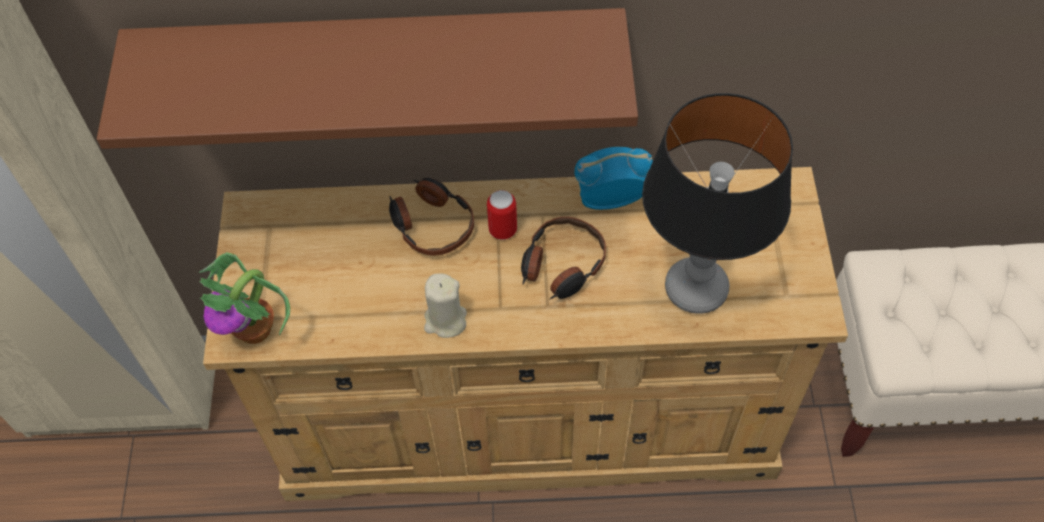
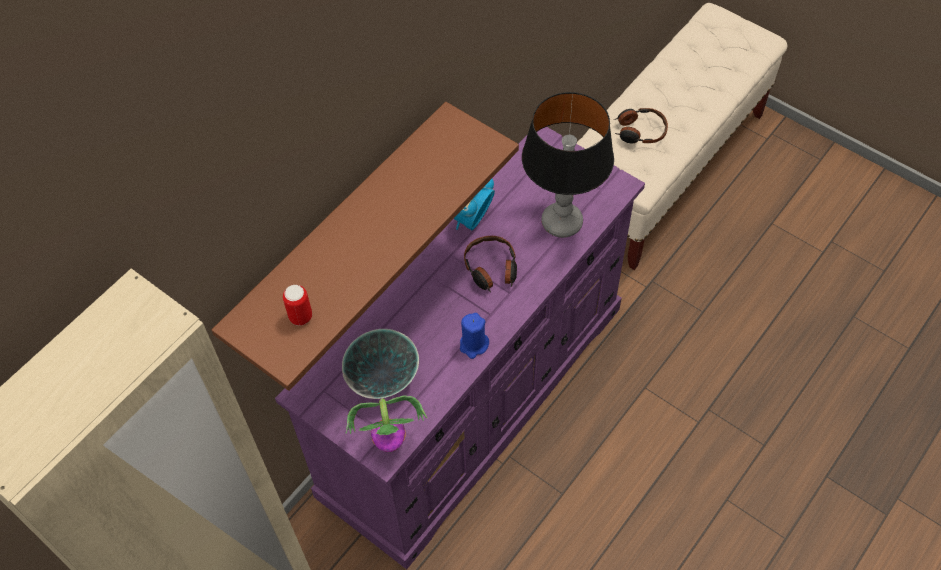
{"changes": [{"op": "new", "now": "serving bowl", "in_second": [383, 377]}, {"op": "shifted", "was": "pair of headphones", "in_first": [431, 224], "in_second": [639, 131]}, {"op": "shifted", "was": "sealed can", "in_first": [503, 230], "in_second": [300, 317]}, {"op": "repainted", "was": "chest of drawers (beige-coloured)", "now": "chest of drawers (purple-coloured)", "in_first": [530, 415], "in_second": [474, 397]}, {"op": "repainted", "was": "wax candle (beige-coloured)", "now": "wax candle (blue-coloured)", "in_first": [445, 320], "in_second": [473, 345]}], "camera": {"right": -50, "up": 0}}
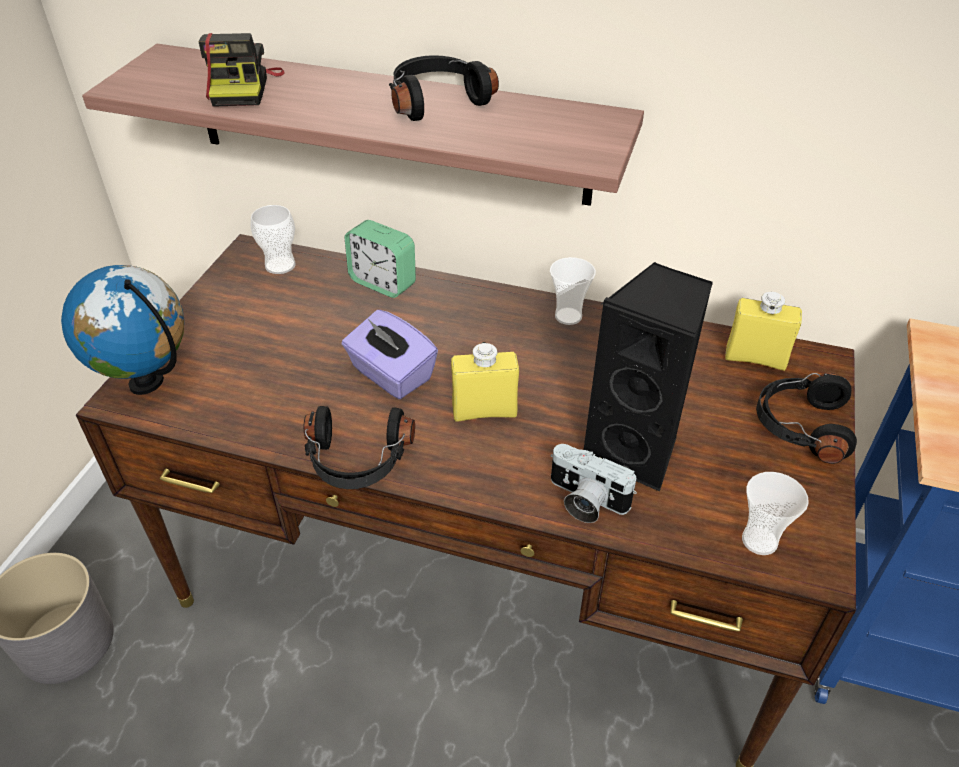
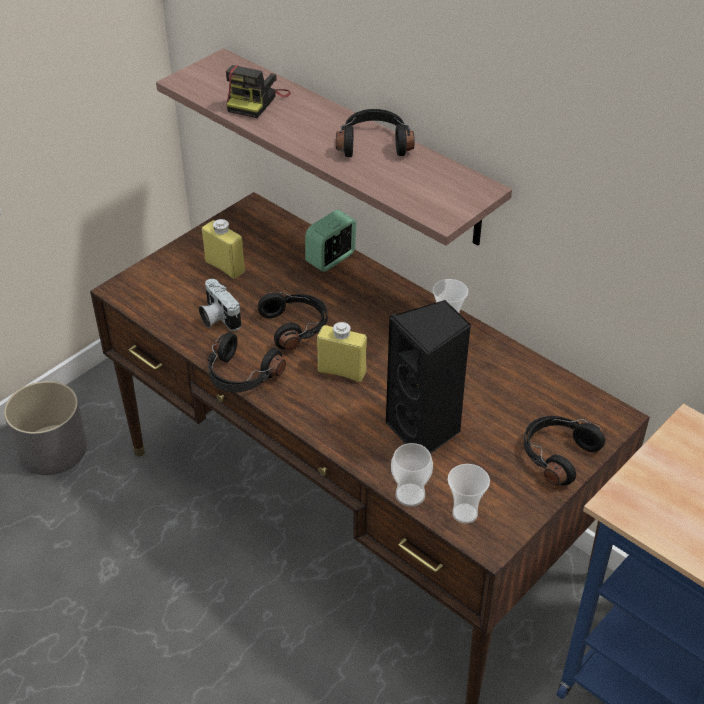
{"changes": [{"op": "gone", "was": "world globe", "in_first": [147, 382]}, {"op": "shifted", "was": "small cup", "in_first": [280, 265], "in_second": [410, 495]}, {"op": "shifted", "was": "photo camera", "in_first": [584, 501], "in_second": [217, 317]}, {"op": "shifted", "was": "drink bottle (yellow)", "in_first": [755, 358], "in_second": [225, 267]}, {"op": "swapped", "was": "box of tissues (purple-coloured)", "now": "pair of headphones (black)", "in_first": [391, 375], "in_second": [296, 327]}, {"op": "rotated", "was": "alarm clock", "in_first": [383, 283], "in_second": [331, 259], "clockwise": 75}], "camera": {"right": 25, "up": 0}}
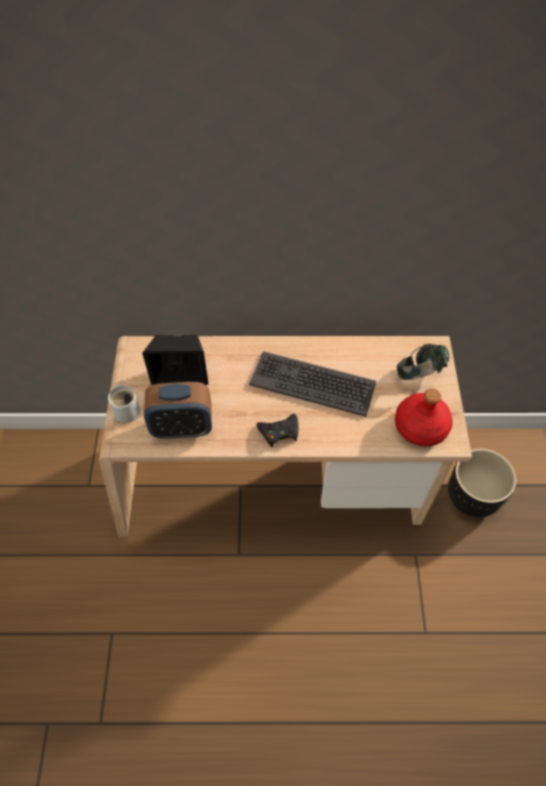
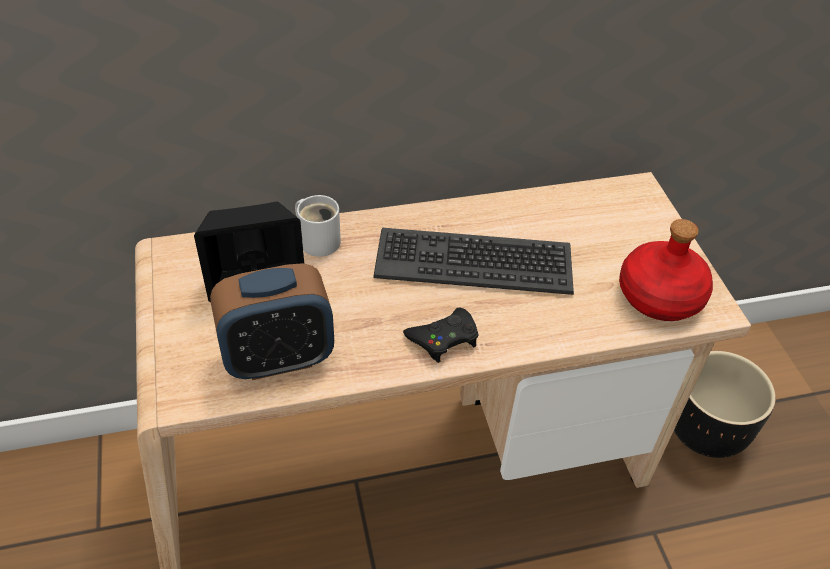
{"changes": [{"op": "gone", "was": "pair of headphones", "in_first": [419, 374]}, {"op": "shifted", "was": "coffee mug (whitish)", "in_first": [126, 409], "in_second": [318, 239]}], "camera": {"right": -15, "up": -10}}
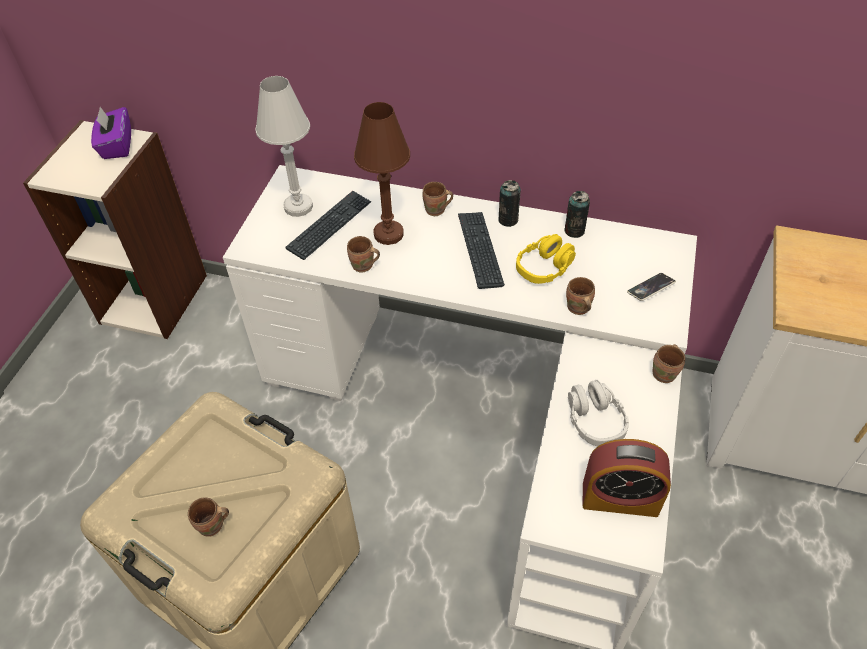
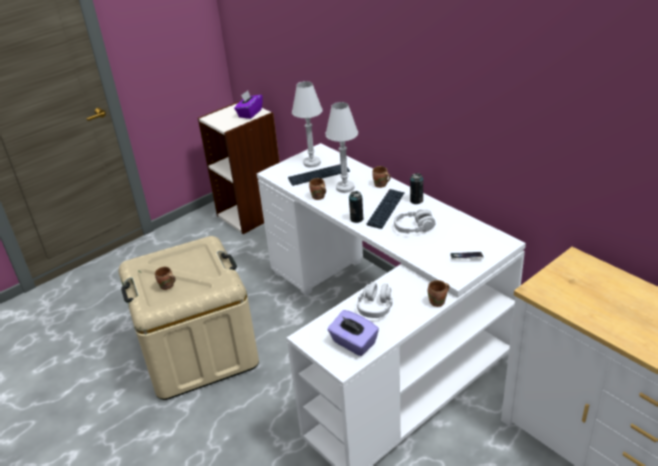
{"changes": [{"op": "gone", "was": "coffee mug (brown)", "in_first": [577, 309]}, {"op": "shifted", "was": "sealed can", "in_first": [574, 231], "in_second": [356, 219]}, {"op": "swapped", "was": "alarm clock", "now": "box of tissues (purple-coloured)", "in_first": [620, 498], "in_second": [353, 343]}, {"op": "repainted", "was": "tabletop lamp (brown)", "now": "tabletop lamp (whitish)", "in_first": [388, 234], "in_second": [345, 188]}, {"op": "repainted", "was": "pair of headphones (yellow)", "now": "pair of headphones (greyish)", "in_first": [544, 267], "in_second": [414, 228]}], "camera": {"right": 35, "up": -15}}
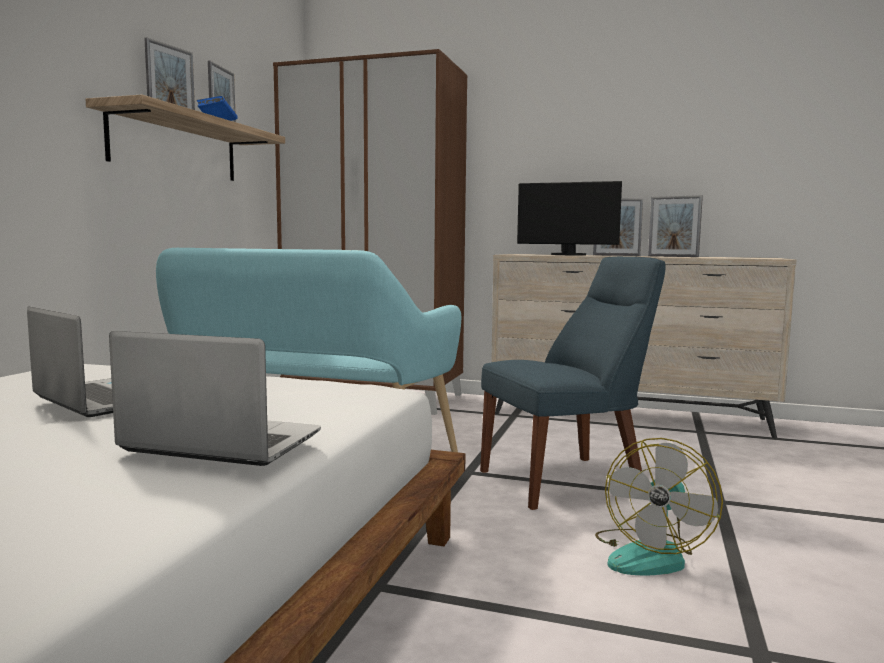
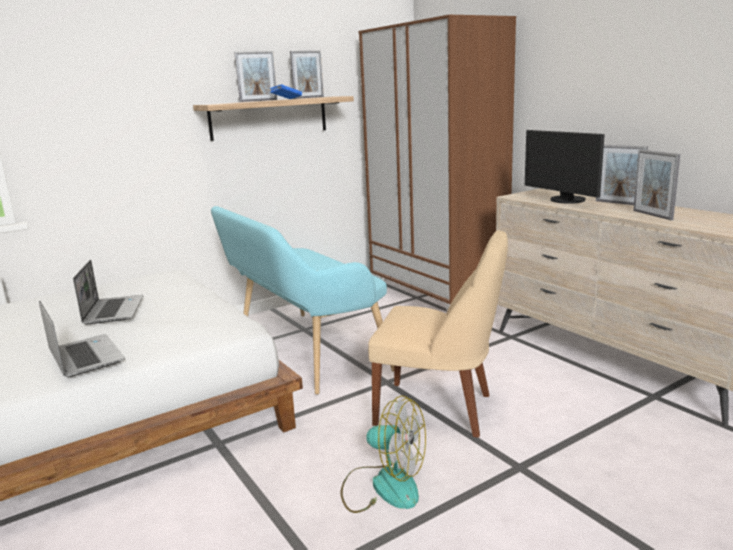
{"changes": [{"op": "repainted", "was": "upright chair (blue-coloured)", "now": "upright chair (beige-coloured)", "in_first": [567, 480], "in_second": [439, 410]}, {"op": "rotated", "was": "cooling fan", "in_first": [651, 554], "in_second": [383, 486], "clockwise": -135}], "camera": {"right": 40, "up": 10}}
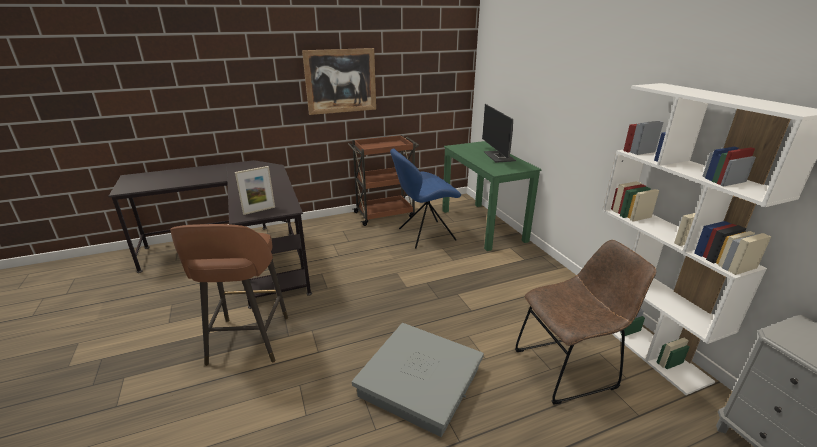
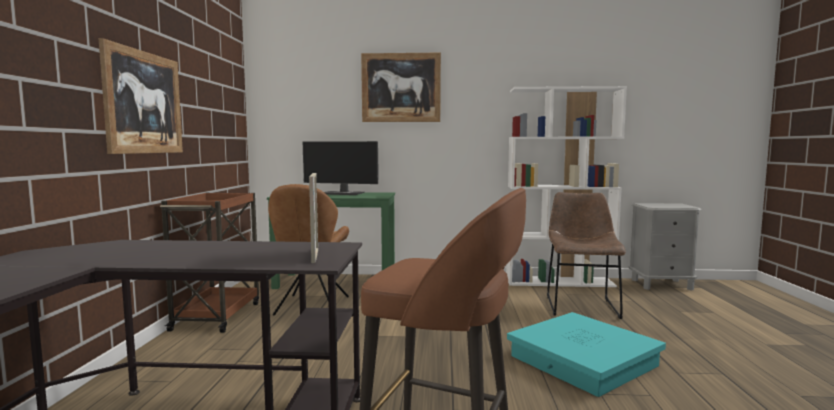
{"changes": [{"op": "new", "now": "wall picture", "in_second": [401, 88]}, {"op": "repainted", "was": "storage box (greyish)", "now": "storage box (blue-green)", "in_first": [419, 382], "in_second": [584, 361]}, {"op": "repainted", "was": "upright chair (blue-coloured)", "now": "upright chair (brown)", "in_first": [424, 235], "in_second": [311, 307]}], "camera": {"right": -65, "up": -20}}
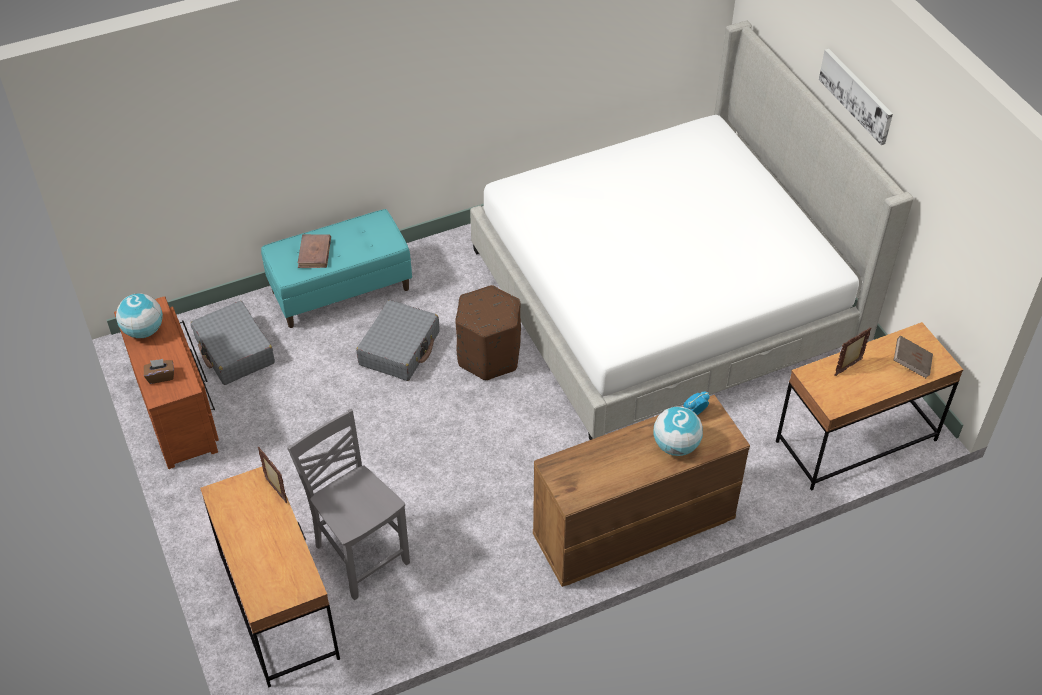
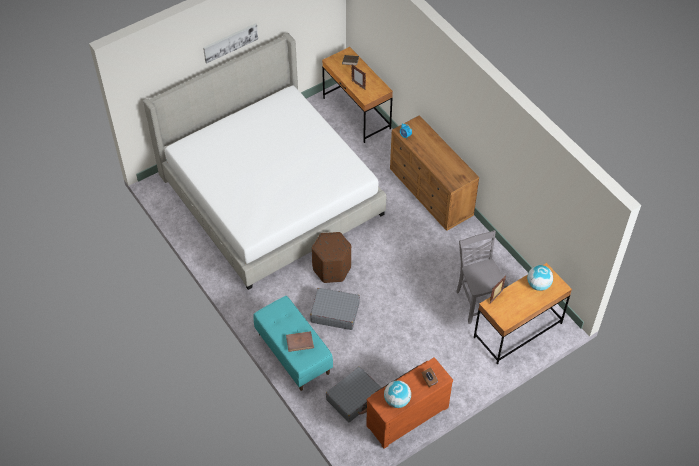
{"changes": [{"op": "shifted", "was": "world globe", "in_first": [676, 446], "in_second": [538, 285]}, {"op": "rotated", "was": "upright chair (greyish)", "in_first": [360, 554], "in_second": [477, 302], "clockwise": 120}], "camera": {"right": -100, "up": 5}}
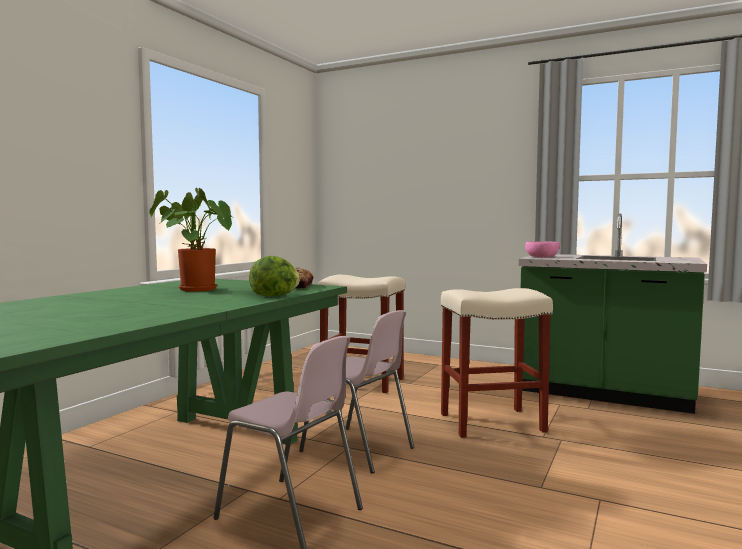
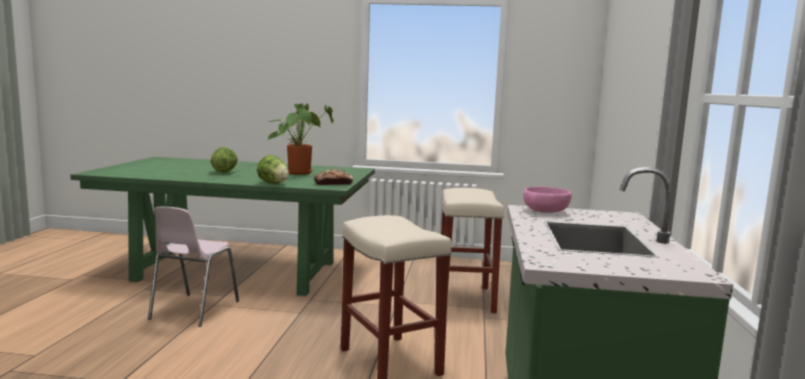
{"changes": [{"op": "gone", "was": "upright chair (pink)", "in_first": [358, 450]}, {"op": "new", "now": "lettuce head", "in_second": [224, 172]}], "camera": {"right": 70, "up": 5}}
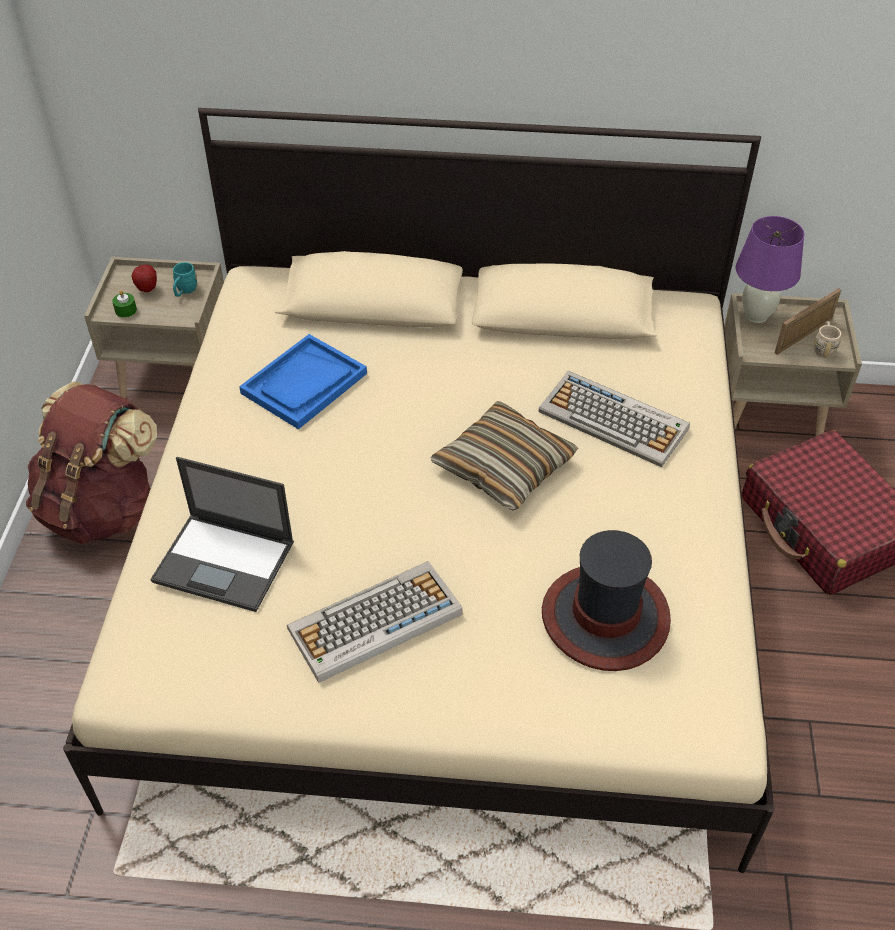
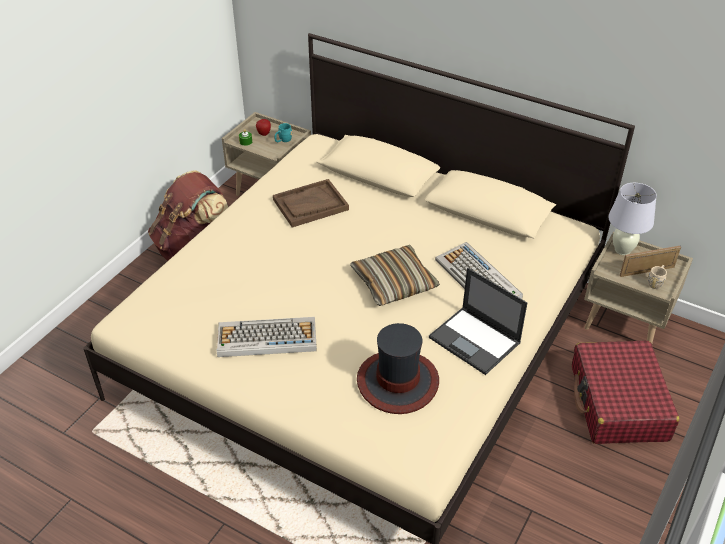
{"changes": [{"op": "shifted", "was": "laptop", "in_first": [225, 562], "in_second": [475, 341]}, {"op": "repainted", "was": "serving tray (blue-coloured)", "now": "serving tray (brown)", "in_first": [304, 384], "in_second": [310, 205]}, {"op": "repainted", "was": "tabletop lamp (purple-coloured)", "now": "tabletop lamp (whitish)", "in_first": [756, 315], "in_second": [622, 250]}], "camera": {"right": 25, "up": -5}}
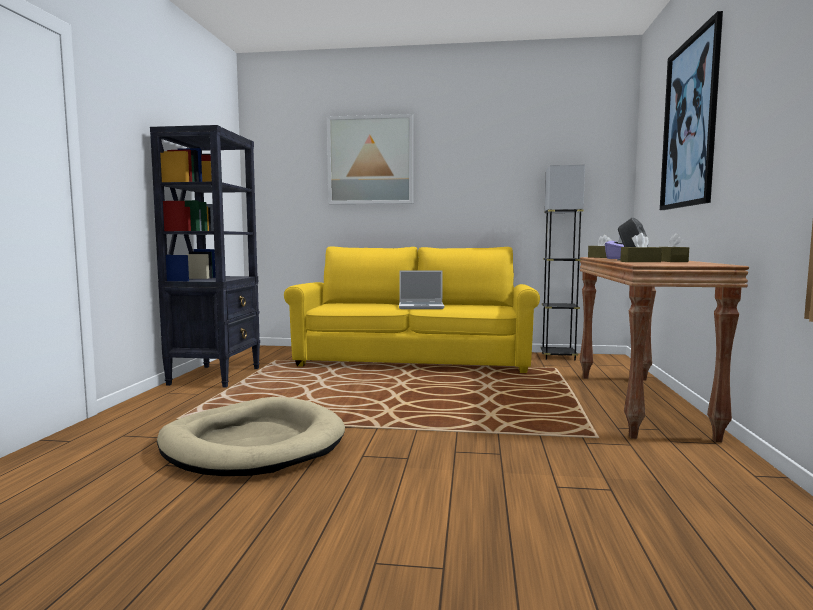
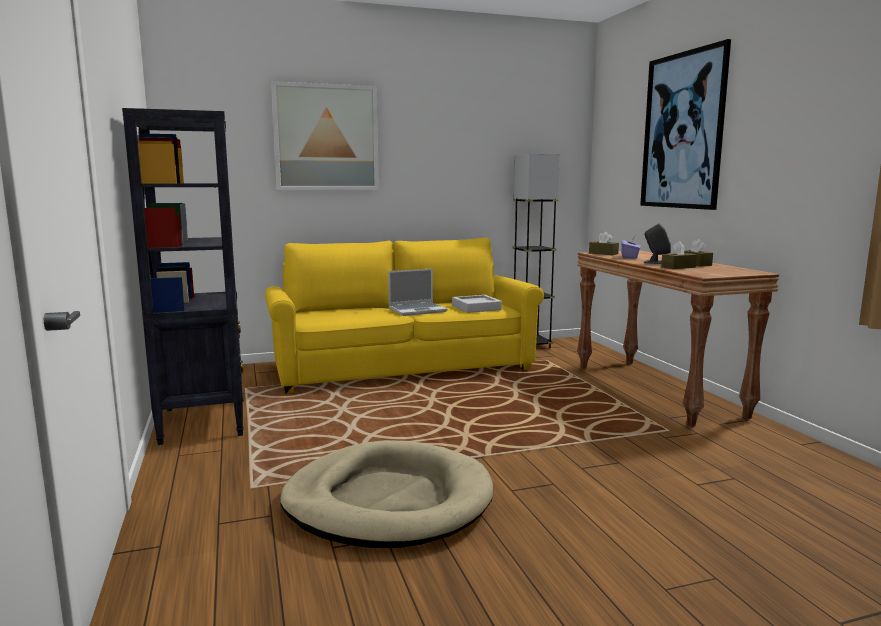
{"changes": [{"op": "new", "now": "serving tray (greyish)", "in_second": [476, 308]}], "camera": {"right": -25, "up": 5}}
